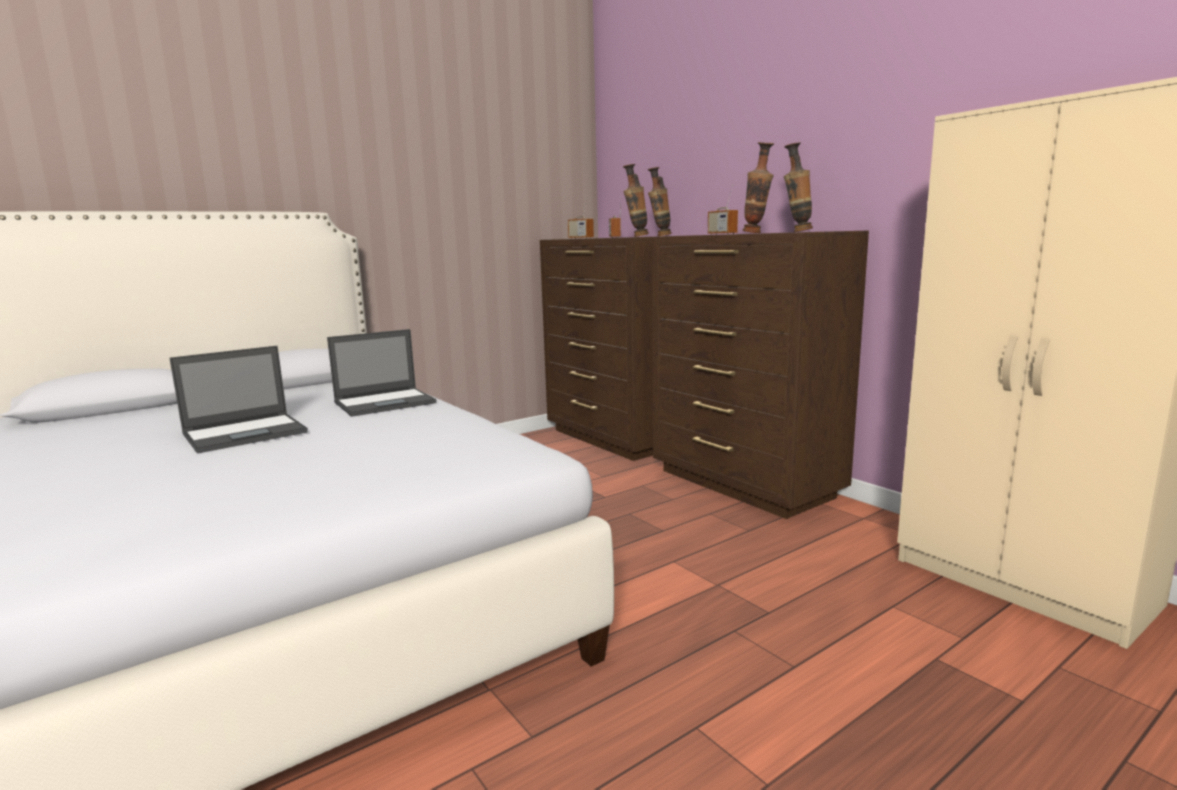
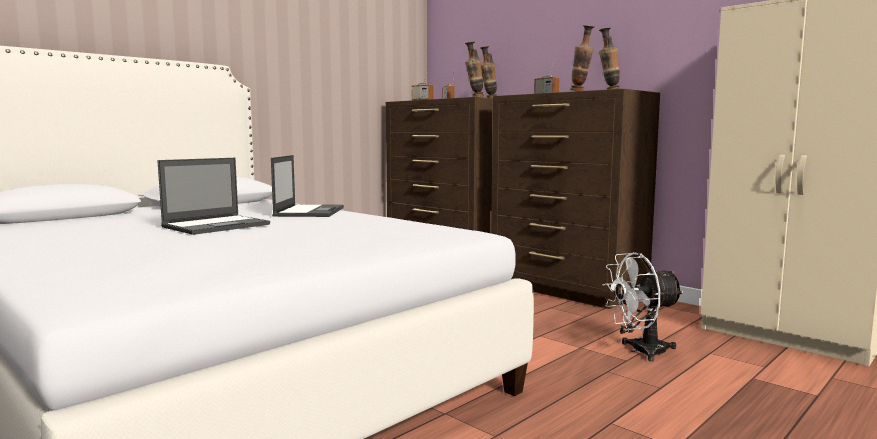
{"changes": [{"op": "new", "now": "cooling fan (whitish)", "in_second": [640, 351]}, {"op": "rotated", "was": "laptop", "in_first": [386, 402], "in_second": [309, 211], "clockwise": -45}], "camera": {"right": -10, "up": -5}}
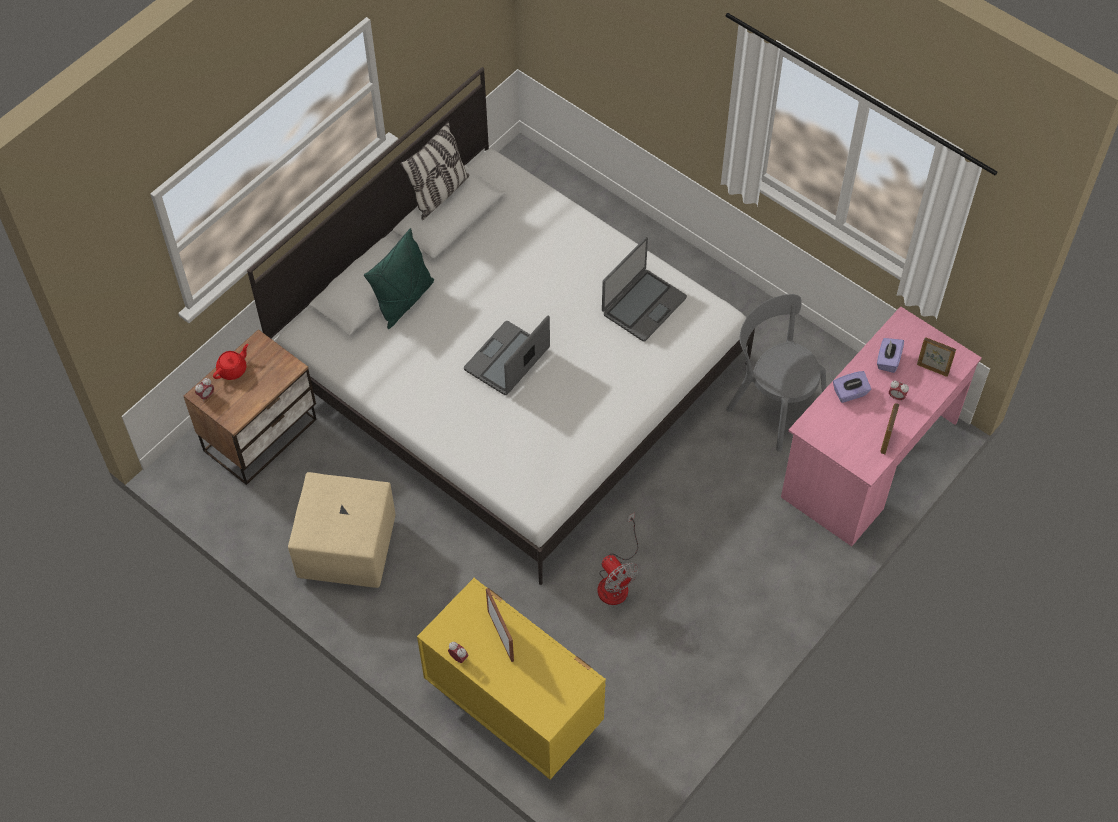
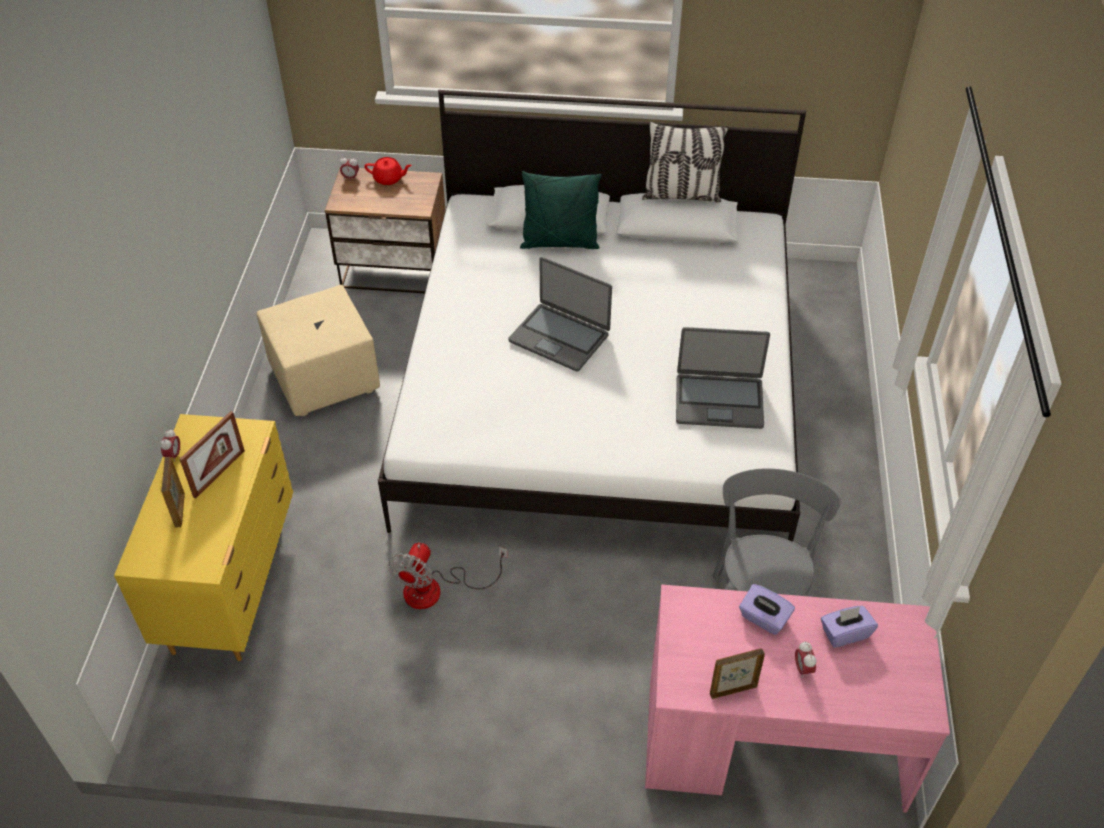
{"changes": [{"op": "shifted", "was": "picture frame", "in_first": [932, 368], "in_second": [180, 510]}, {"op": "rotated", "was": "laptop", "in_first": [508, 360], "in_second": [559, 337], "clockwise": -150}], "camera": {"right": 55, "up": -10}}
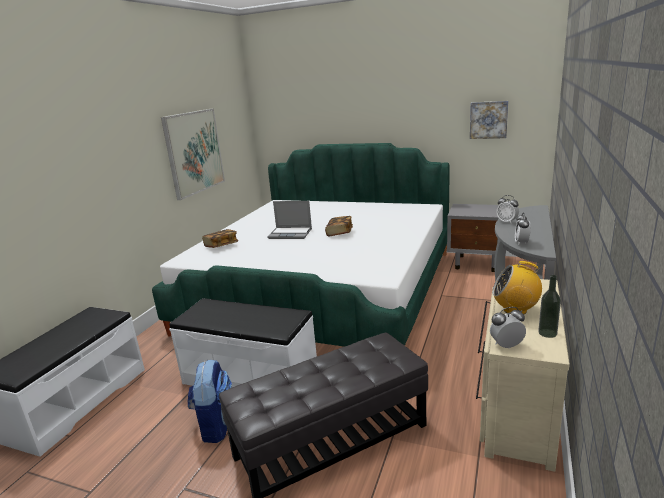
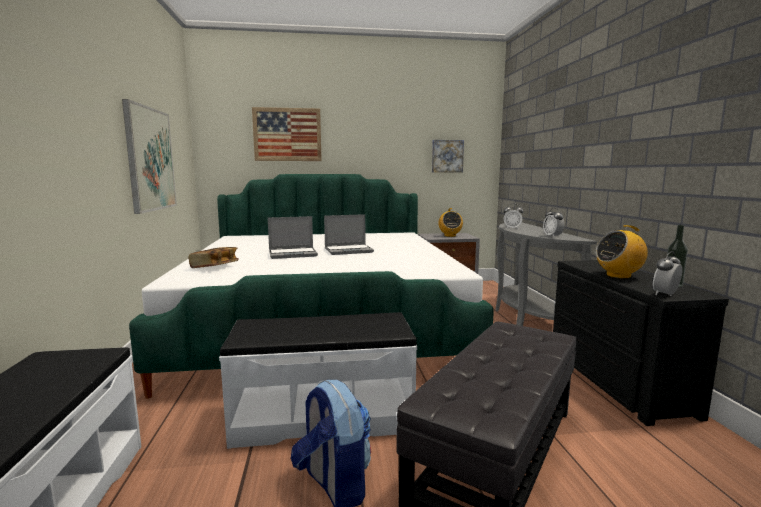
{"changes": [{"op": "new", "now": "wall picture", "in_second": [287, 134]}, {"op": "new", "now": "radio receiver", "in_second": [450, 236]}, {"op": "swapped", "was": "book", "now": "laptop", "in_first": [339, 233], "in_second": [349, 250]}, {"op": "repainted", "was": "chest of drawers (beige-coloured)", "now": "chest of drawers (black)", "in_first": [515, 406], "in_second": [613, 380]}], "camera": {"right": -30, "up": -10}}
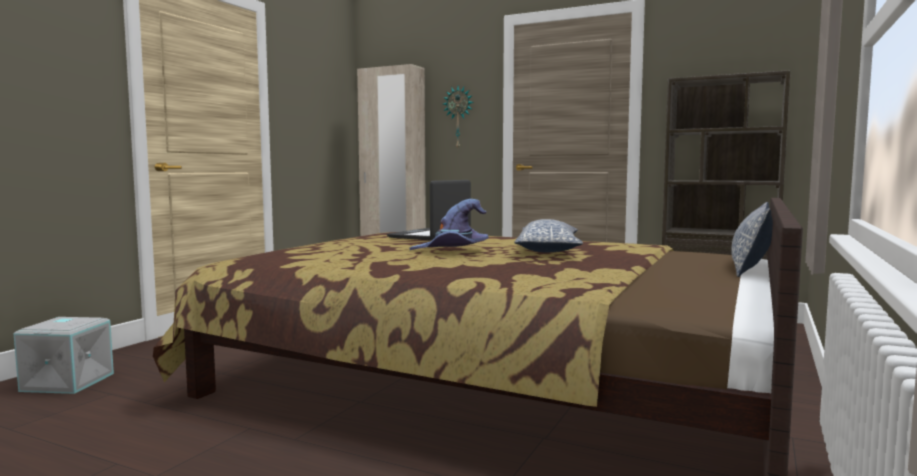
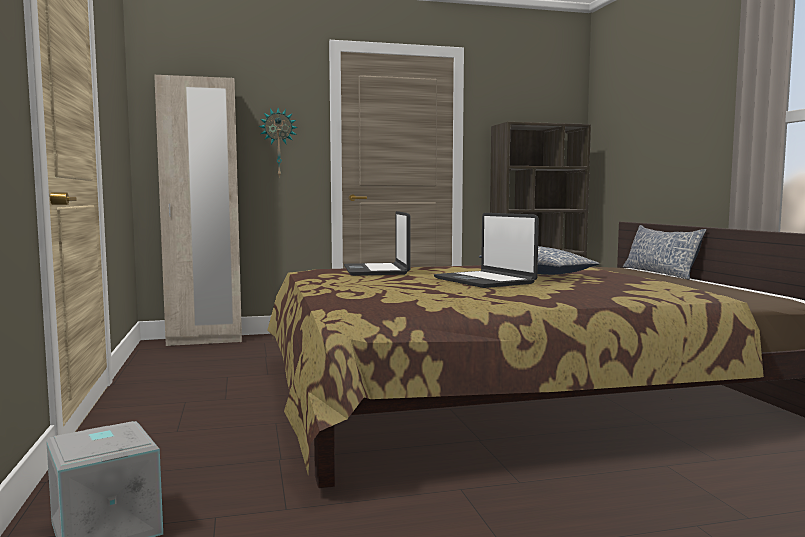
{"changes": [{"op": "swapped", "was": "wearable hat (purple-coloured)", "now": "laptop", "in_first": [452, 251], "in_second": [485, 281]}], "camera": {"right": -40, "up": 0}}
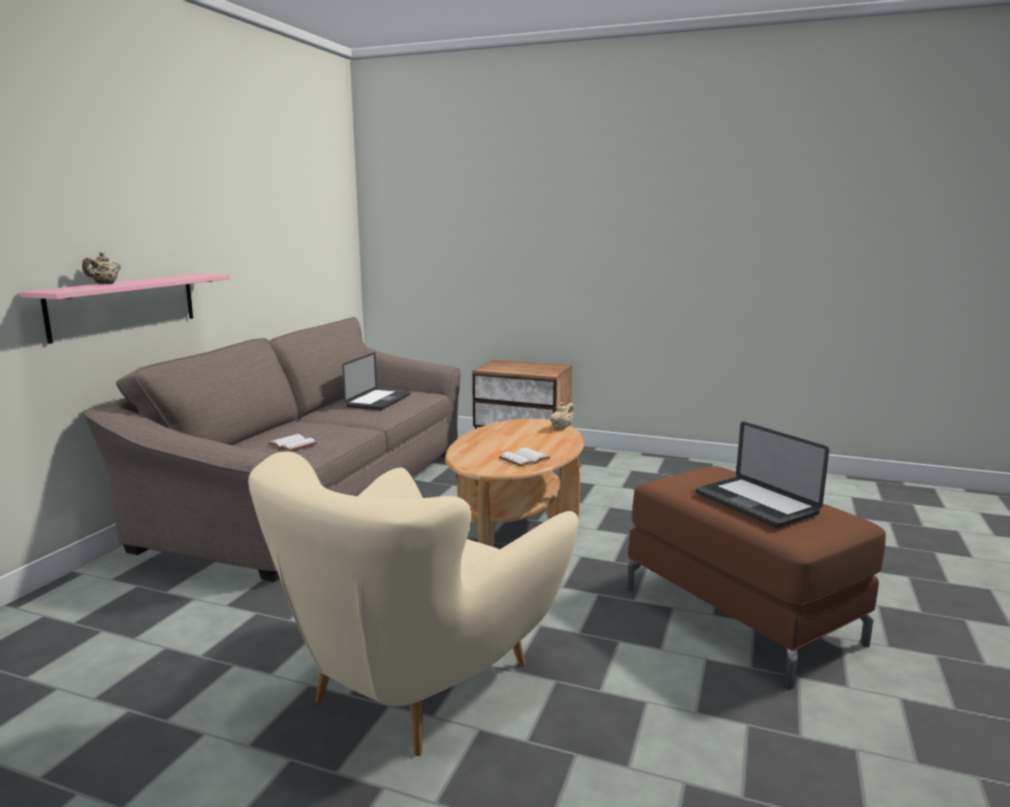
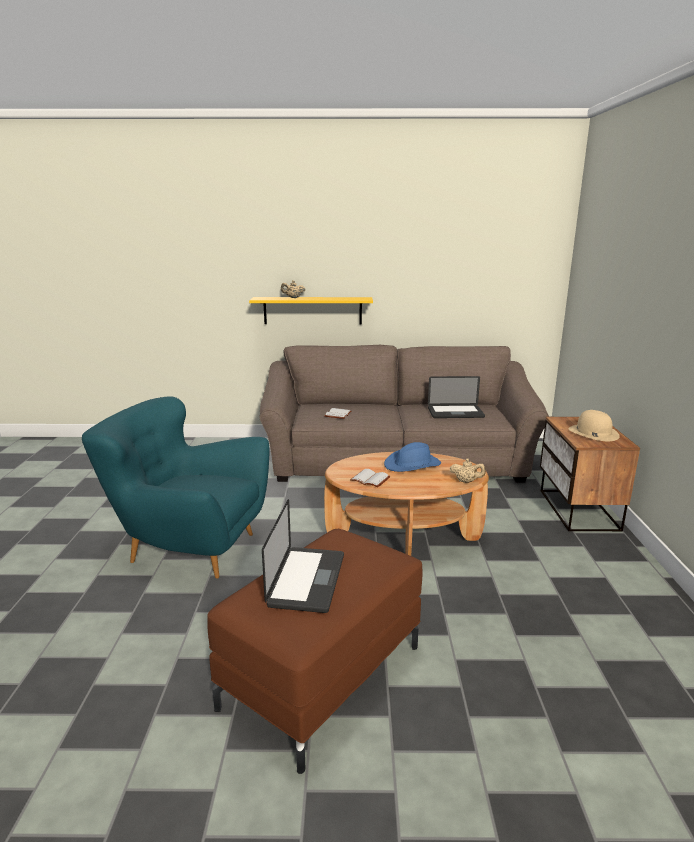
{"changes": [{"op": "new", "now": "wearable hat (blue-coloured)", "in_second": [412, 465]}, {"op": "new", "now": "wearable hat (beige-coloured)", "in_second": [593, 432]}, {"op": "repainted", "was": "wall shelf (pink)", "now": "wall shelf (yellow)", "in_first": [124, 305], "in_second": [312, 310]}, {"op": "repainted", "was": "easy chair (beige-coloured)", "now": "easy chair (blue-green)", "in_first": [418, 684], "in_second": [190, 548]}, {"op": "rotated", "was": "laptop", "in_first": [755, 503], "in_second": [307, 580], "clockwise": 150}], "camera": {"right": 70, "up": 5}}
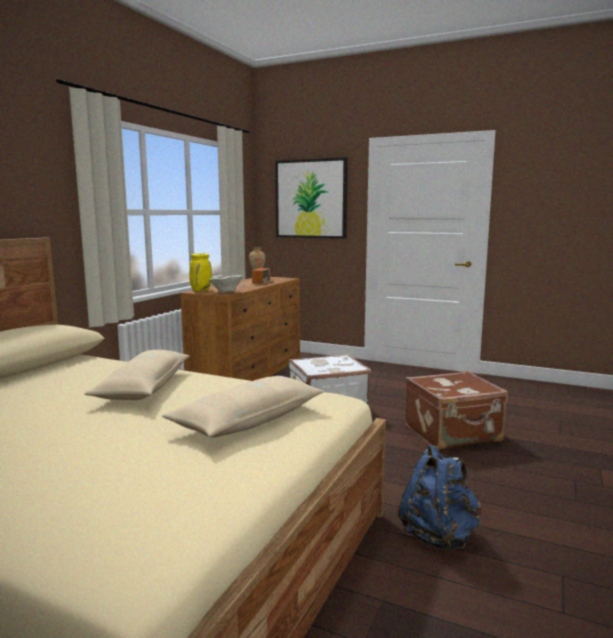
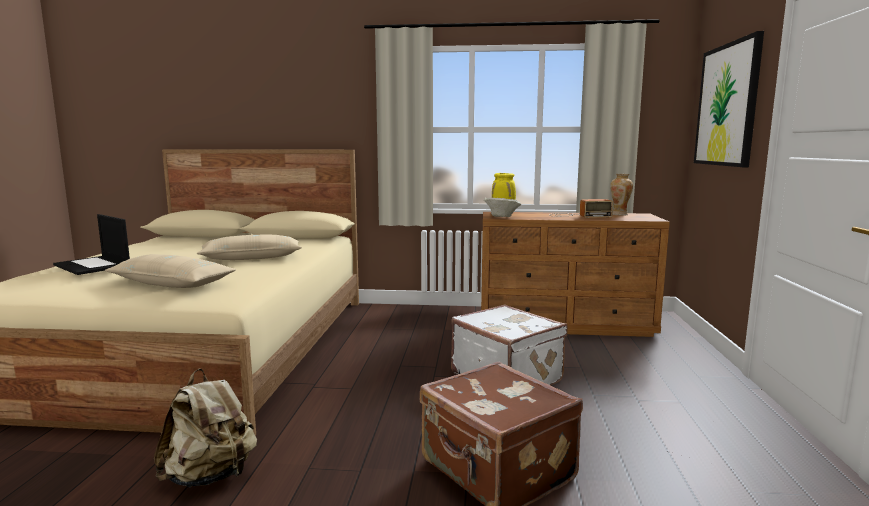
{"changes": [{"op": "new", "now": "laptop", "in_second": [93, 265]}, {"op": "repainted", "was": "rucksack (blue-coloured)", "now": "rucksack (beige-coloured)", "in_first": [439, 535], "in_second": [210, 476]}], "camera": {"right": 70, "up": 0}}
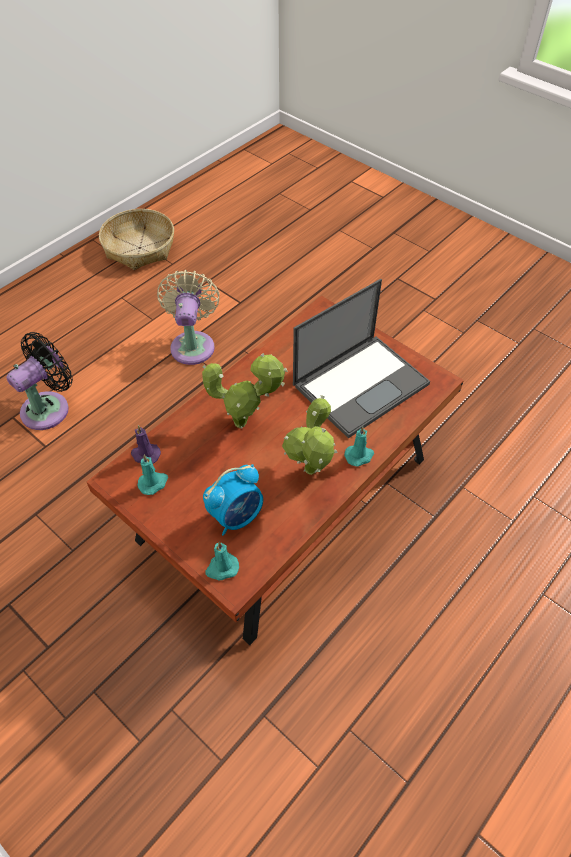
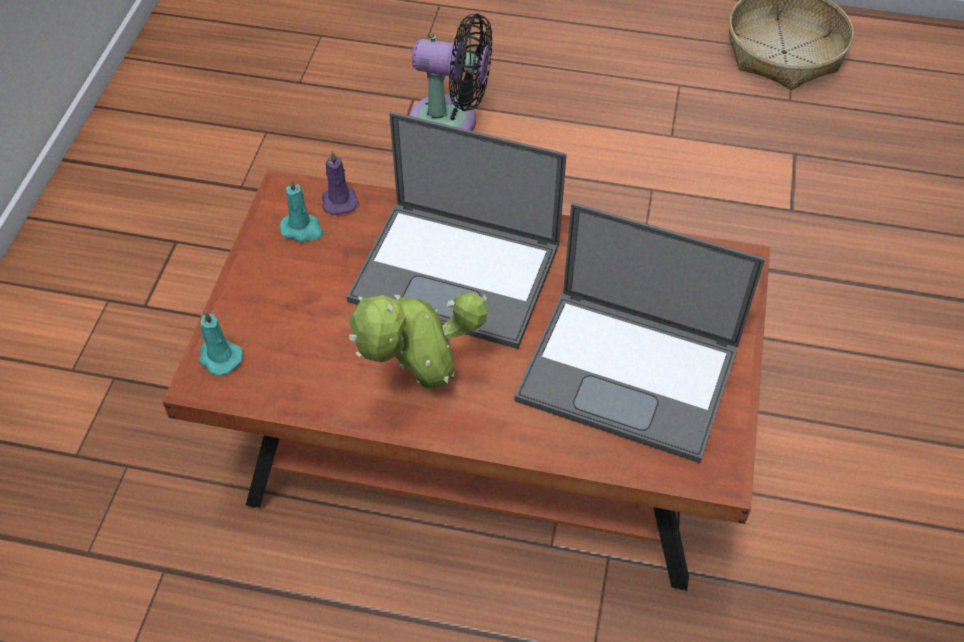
{"changes": [{"op": "gone", "was": "cooling fan (beige-coloured)", "in_first": [193, 344]}, {"op": "gone", "was": "alarm clock", "in_first": [237, 516]}, {"op": "gone", "was": "wax candle (blue-green)", "in_first": [359, 455]}, {"op": "swapped", "was": "houseplant", "now": "laptop", "in_first": [245, 423], "in_second": [458, 272]}], "camera": {"right": 60, "up": 0}}
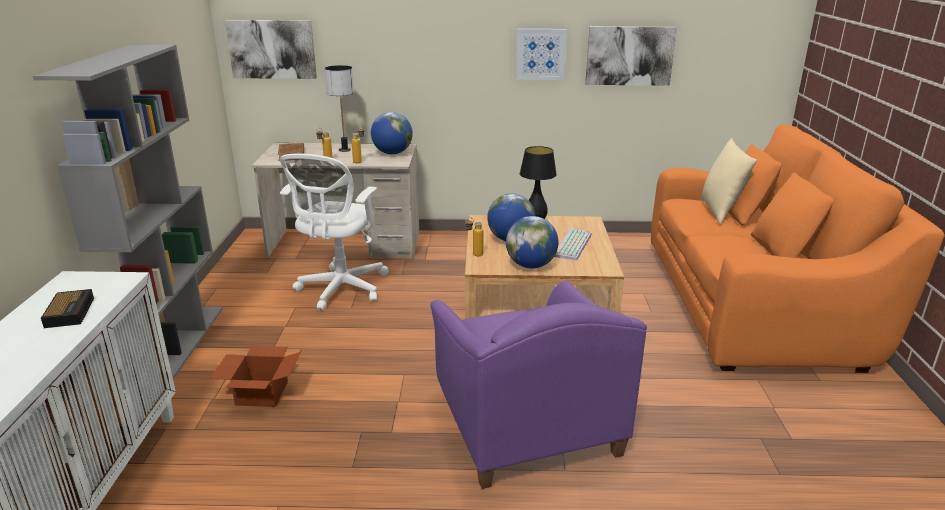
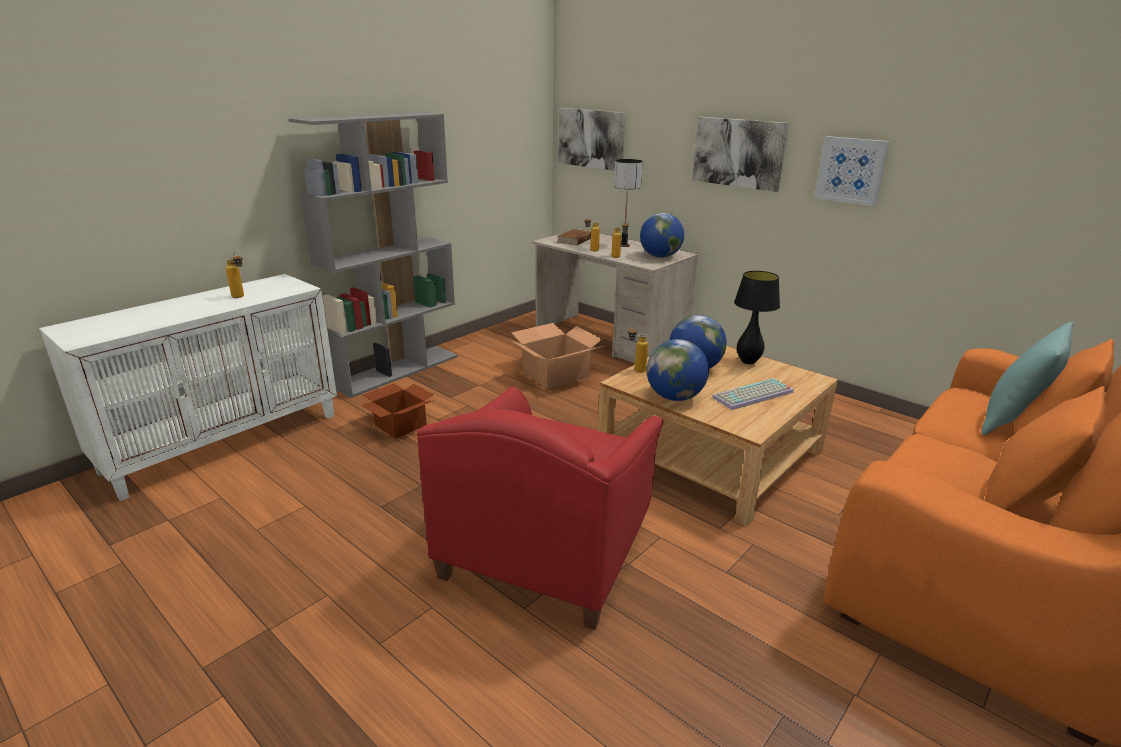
{"changes": [{"op": "shifted", "was": "wall picture", "in_first": [629, 55], "in_second": [738, 153]}, {"op": "swapped", "was": "alarm clock", "now": "drink bottle", "in_first": [70, 312], "in_second": [241, 297]}, {"op": "swapped", "was": "office chair (whitish)", "now": "packing box", "in_first": [340, 290], "in_second": [555, 374]}, {"op": "repainted", "was": "easy chair (purple-coloured)", "now": "easy chair (red-coloured)", "in_first": [524, 424], "in_second": [547, 549]}, {"op": "repainted", "was": "pillow (beige-coloured)", "now": "pillow (blue-green)", "in_first": [720, 211], "in_second": [1012, 422]}], "camera": {"right": 40, "up": 0}}
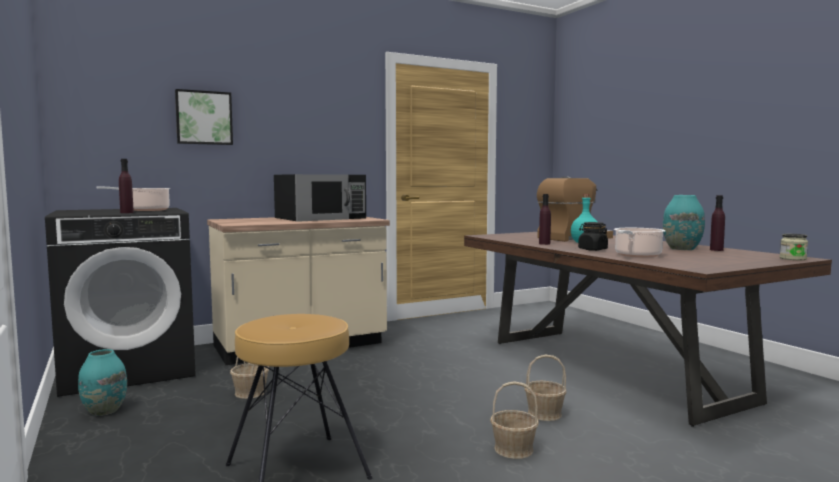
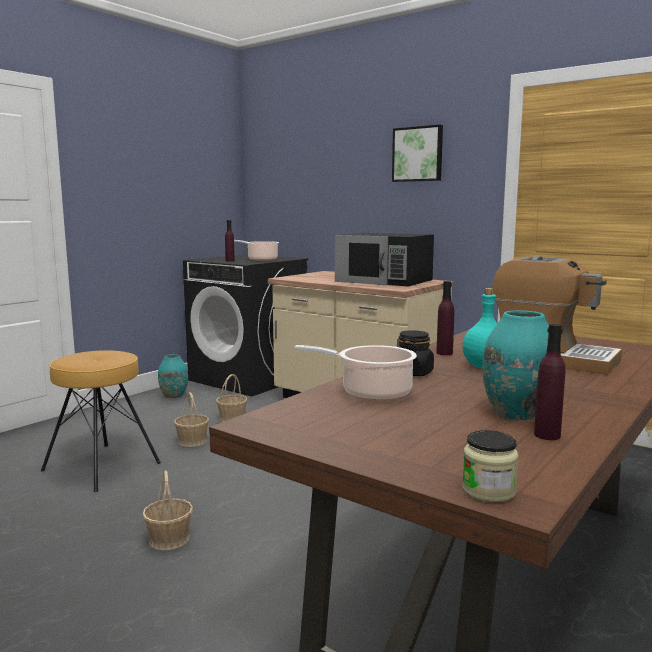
{"changes": [{"op": "shifted", "was": "wall picture", "in_first": [204, 118], "in_second": [418, 154]}, {"op": "shifted", "was": "storage basket", "in_first": [544, 413], "in_second": [192, 441]}], "camera": {"right": 65, "up": 5}}
